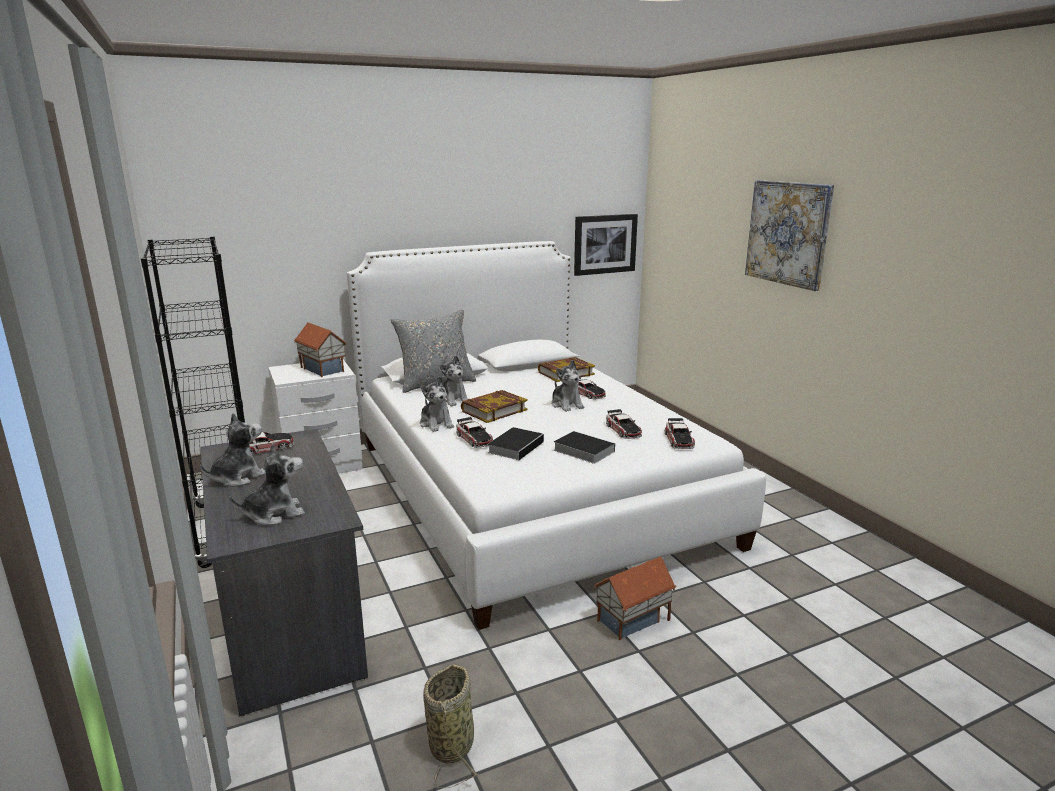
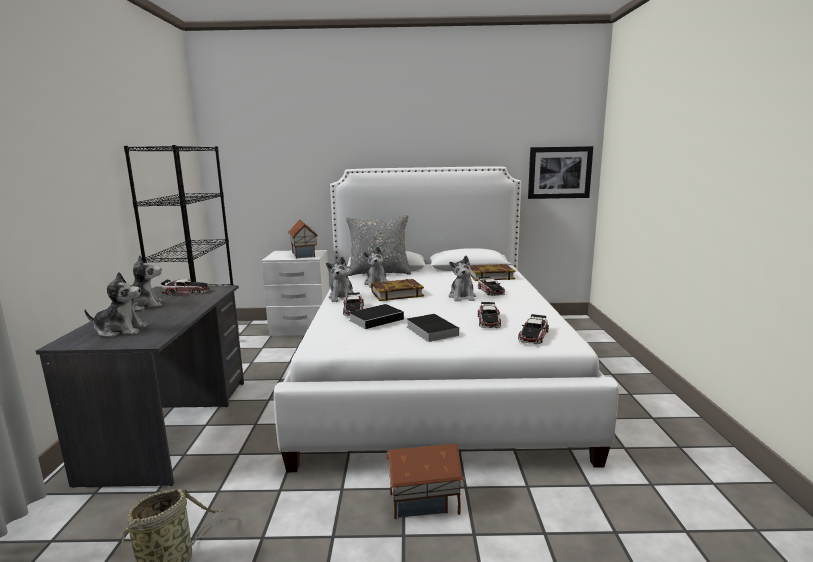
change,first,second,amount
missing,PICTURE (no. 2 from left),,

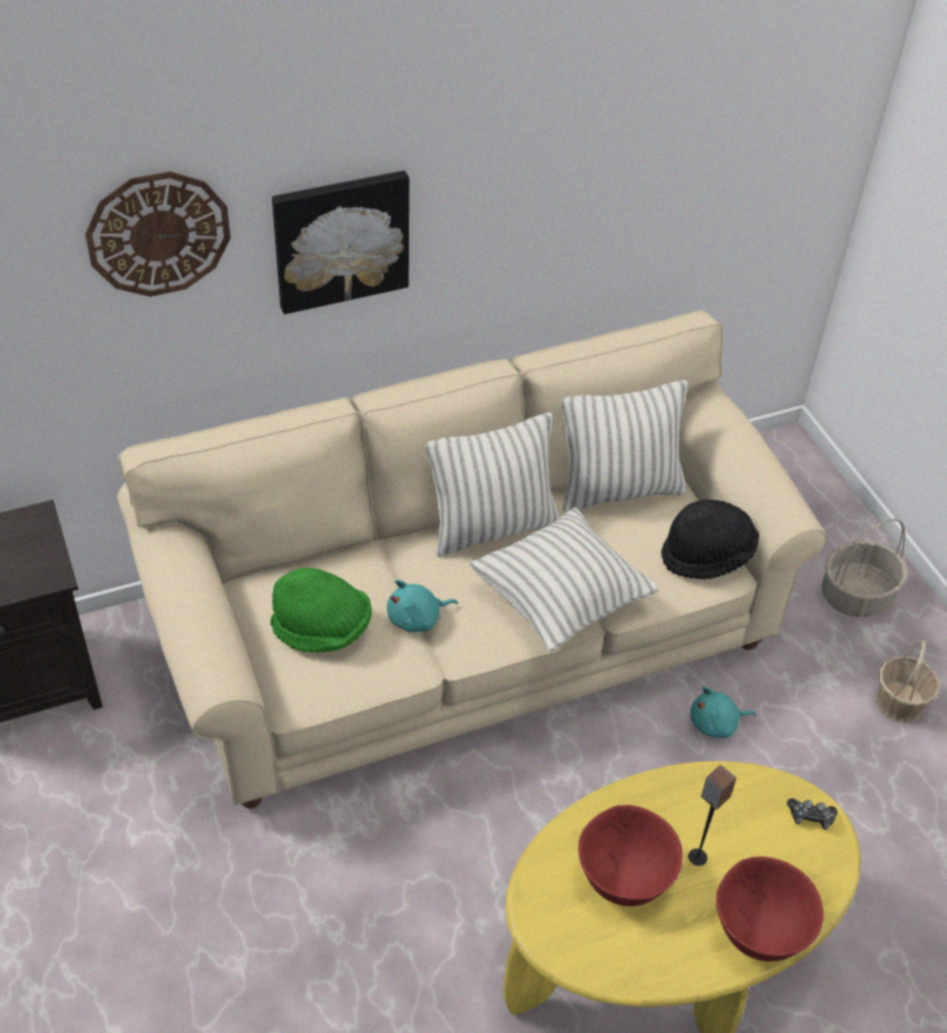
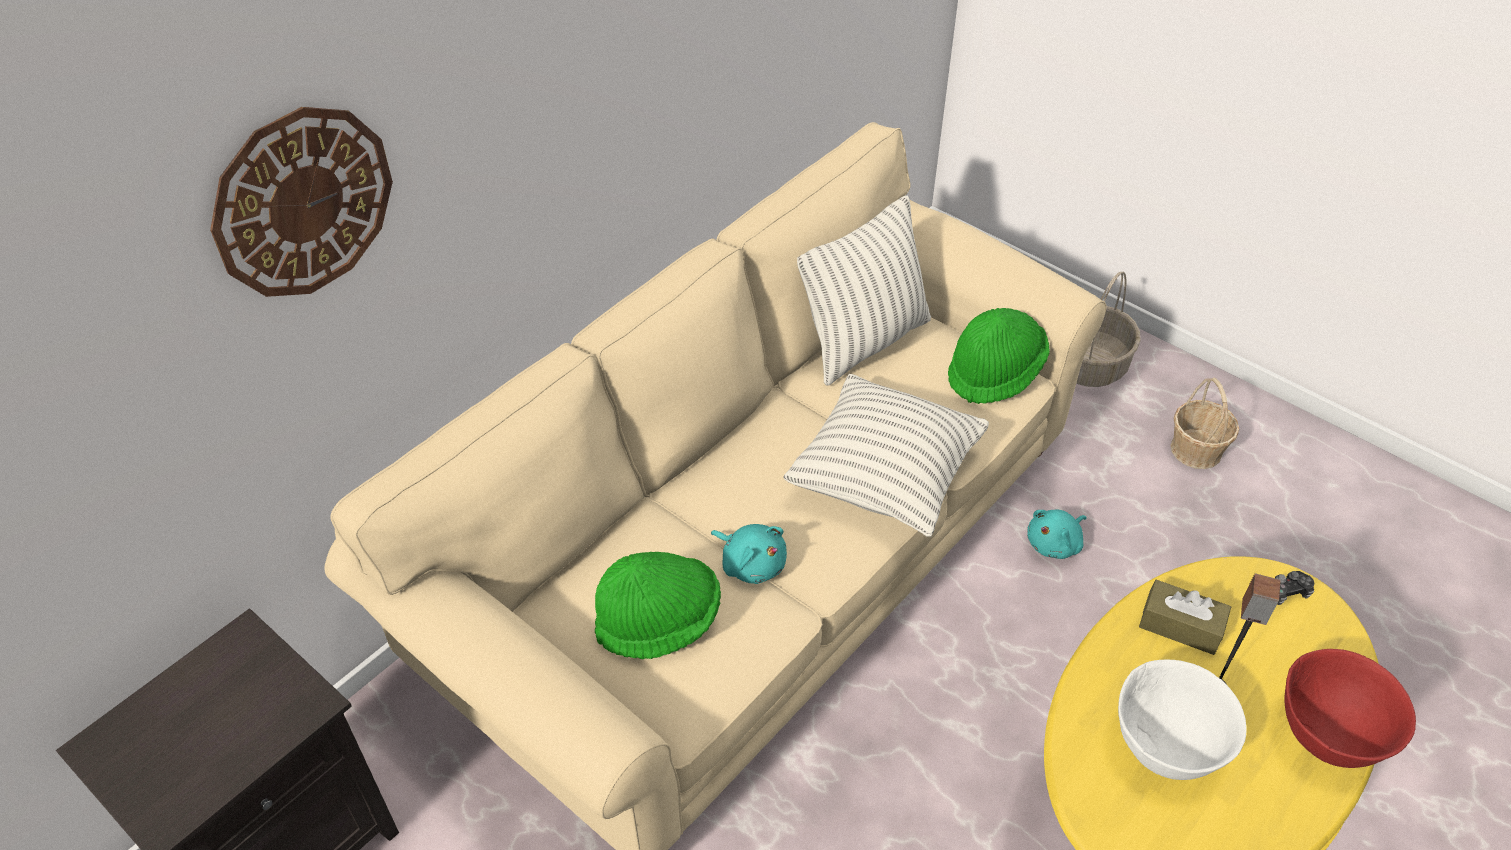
change,first,second,amount
missing,PICTURE,,
spun,TURQUOISE PLUSH TOY (no. 1 from left),,90 degrees counterclockwise
missing,PILLOW (no. 1 from left),,
colour,RED BOWL (no. 1 from left),WHITE BOWL,
colour,BLACK HAT,GREEN HAT (no. 2 from left),
appeared,,BROWN TISSUE BOX,

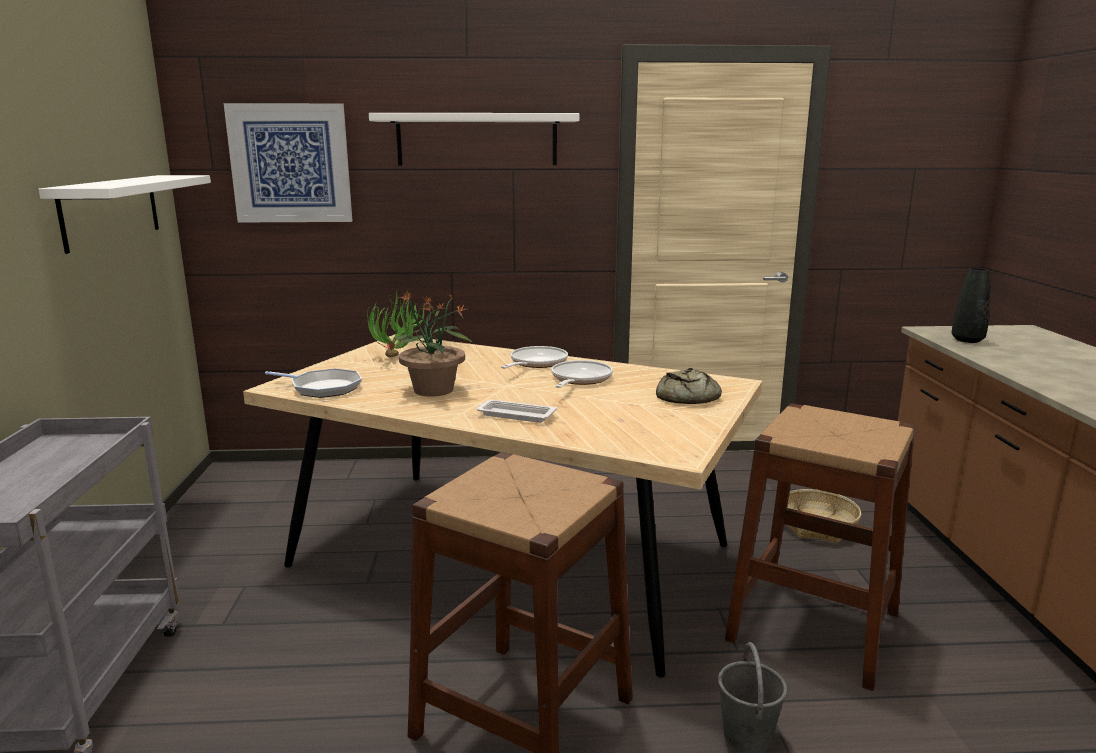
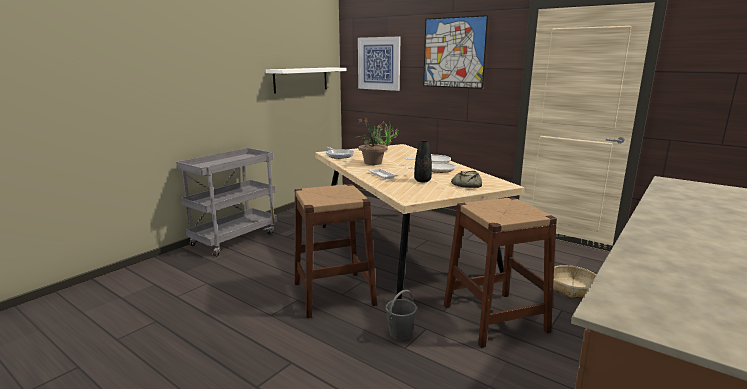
change,first,second,amount
exchanged,WHITE SHELF (no. 2 from left),PICTURE (no. 2 from left),
relocated,BLACK VASE,,

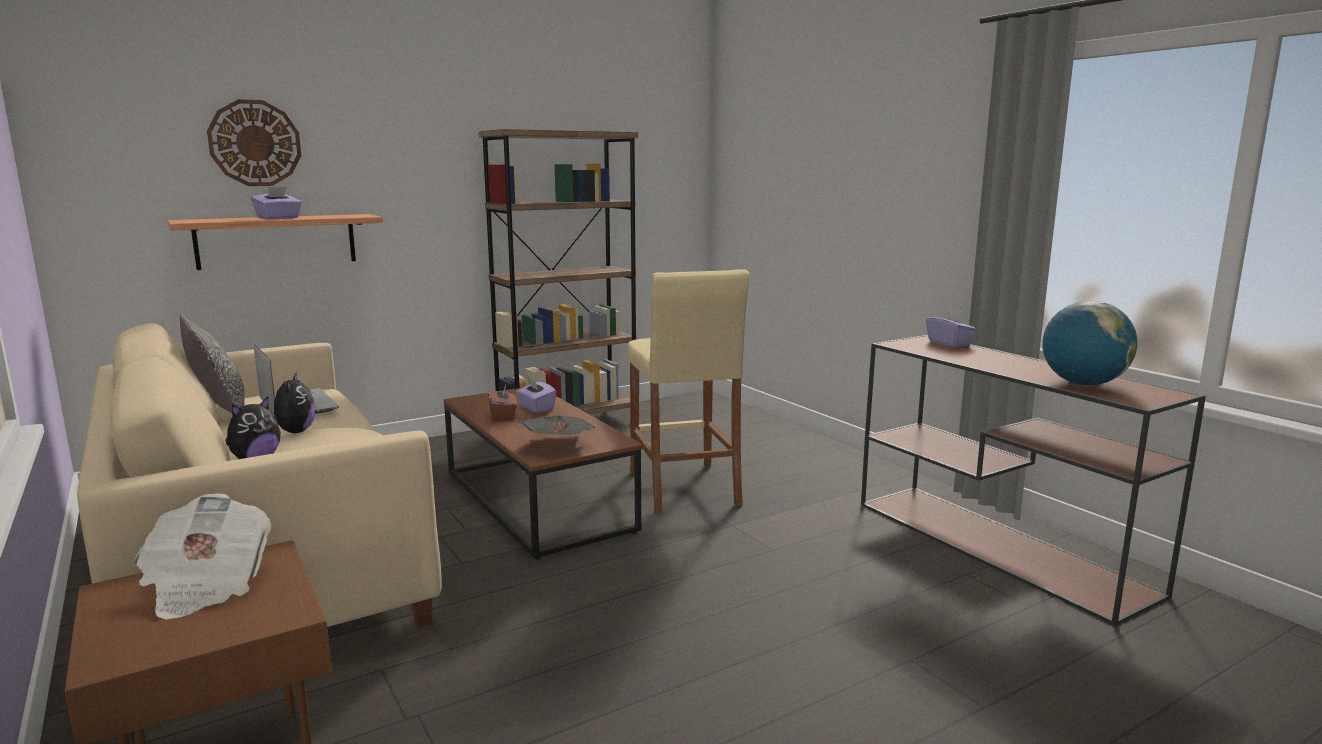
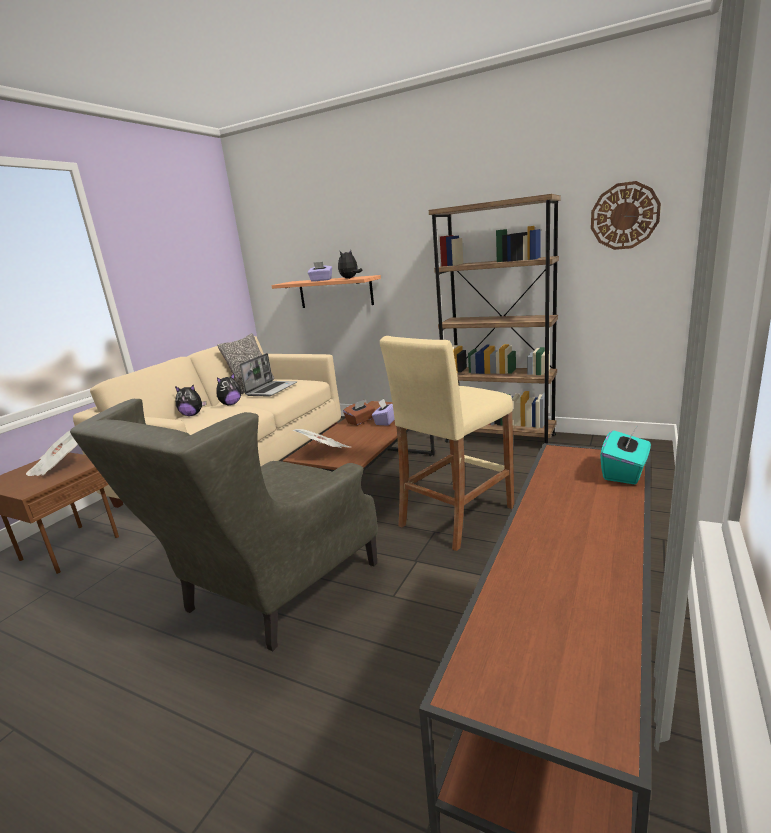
change,first,second,amount
relocated,WALL CLOCK,,
colour,PURPLE TISSUE BOX (no. 3 from left),TURQUOISE TISSUE BOX,
missing,GLOBE,,
appeared,,GREY ARMCHAIR,
appeared,,PLUSH TOY (no. 3 from left),

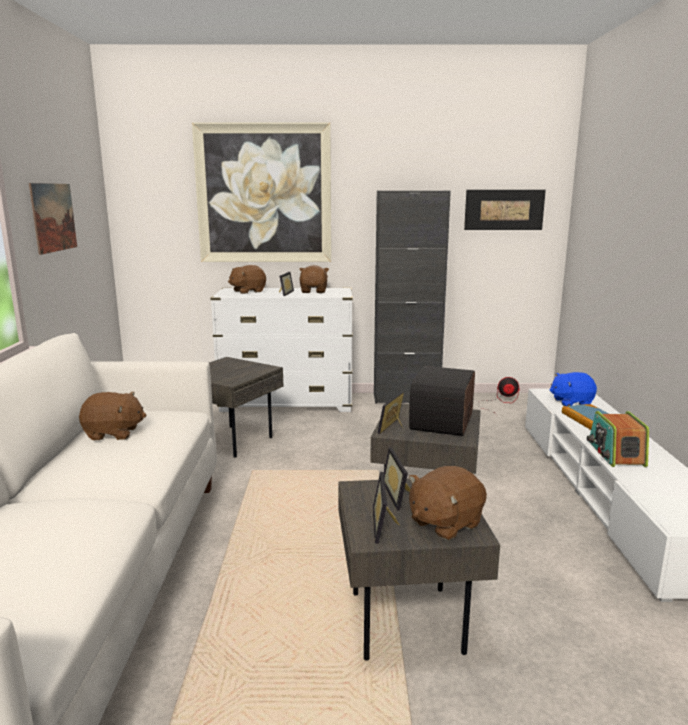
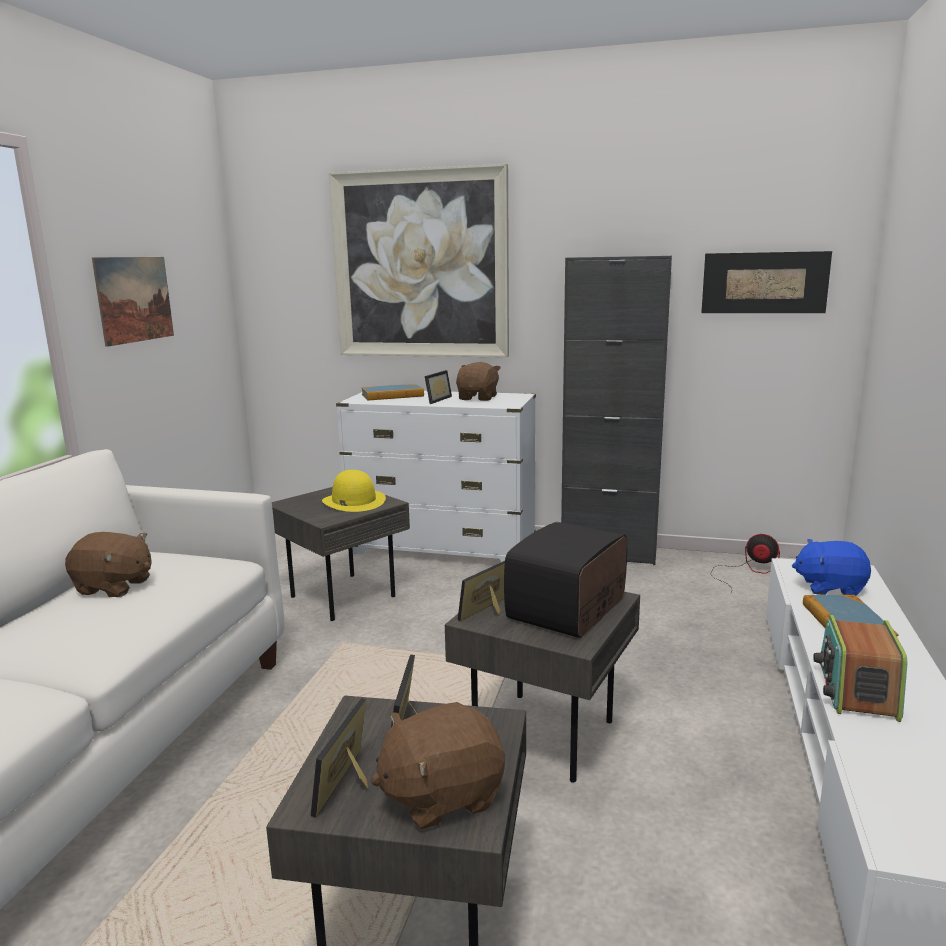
change,first,second,amount
exchanged,BROWN PLUSH TOY (no. 2 from left),BOOK (no. 1 from left),
appeared,,YELLOW HAT,

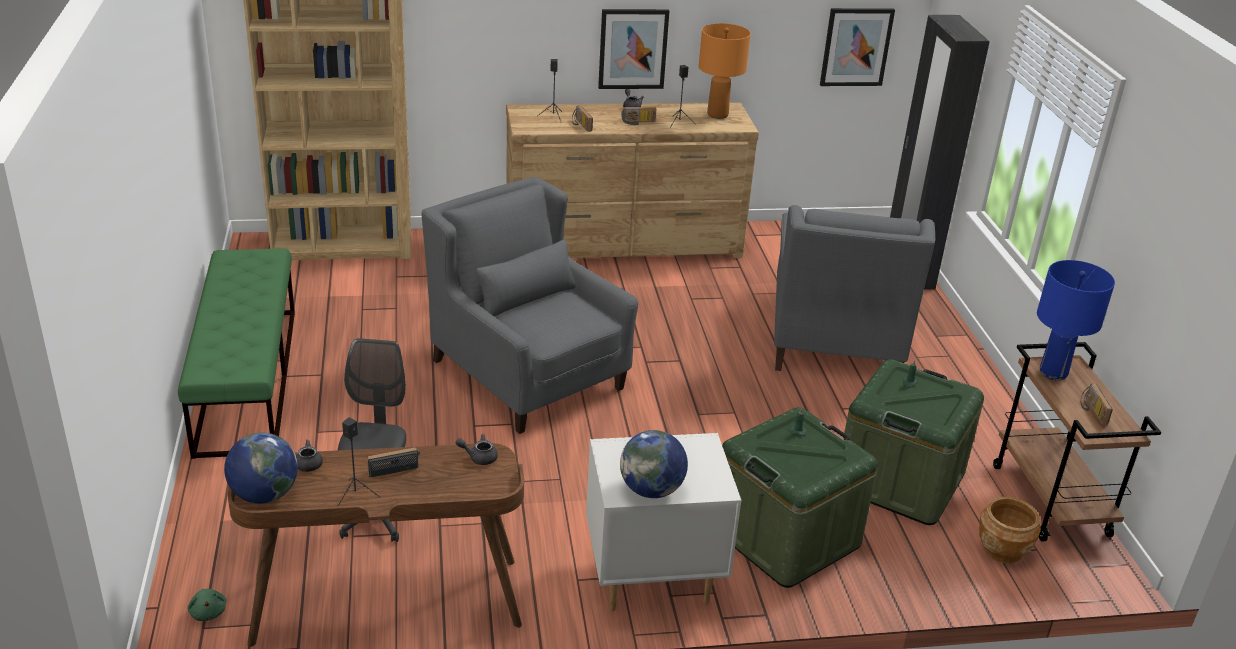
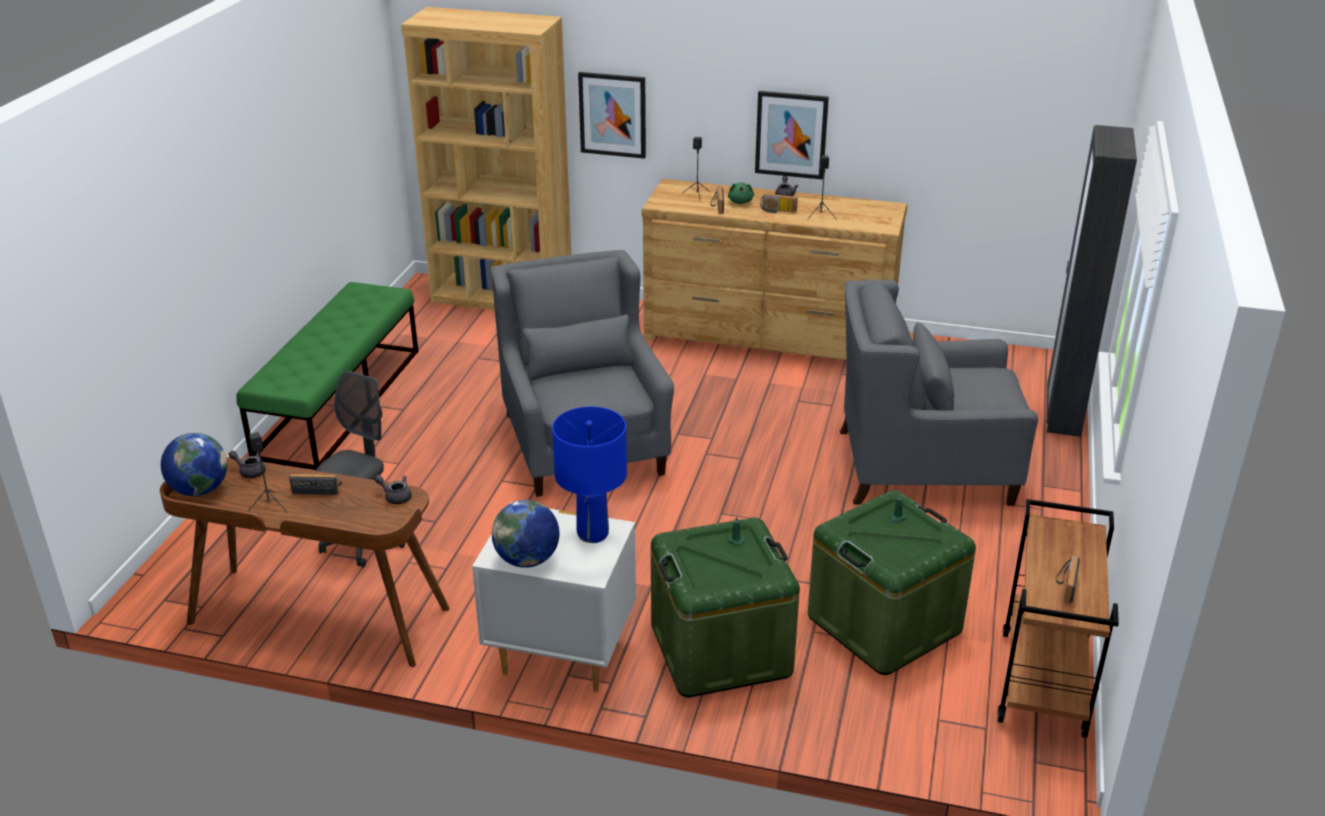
change,first,second,amount
relocated,GREEN PLUSH TOY,,
missing,ORANGE TABLE LAMP,,
spun,GREY ARMCHAIR (no. 2 from left),,60 degrees clockwise
relocated,PICTURE (no. 2 from left in the first image),PICTURE (no. 1 from left),
missing,BROWN PLANTER,,
relocated,BLUE TABLE LAMP,,

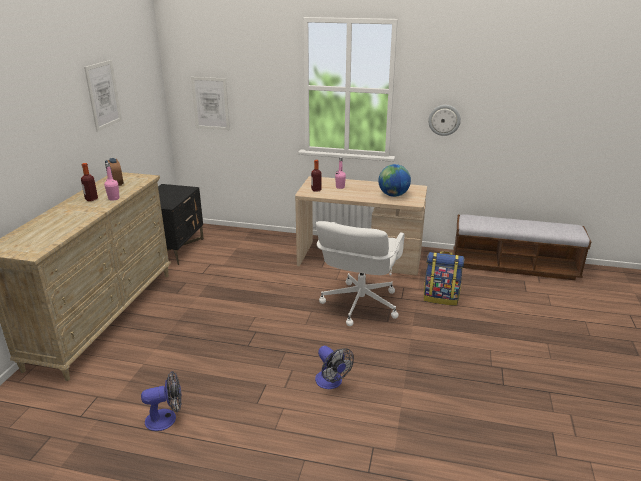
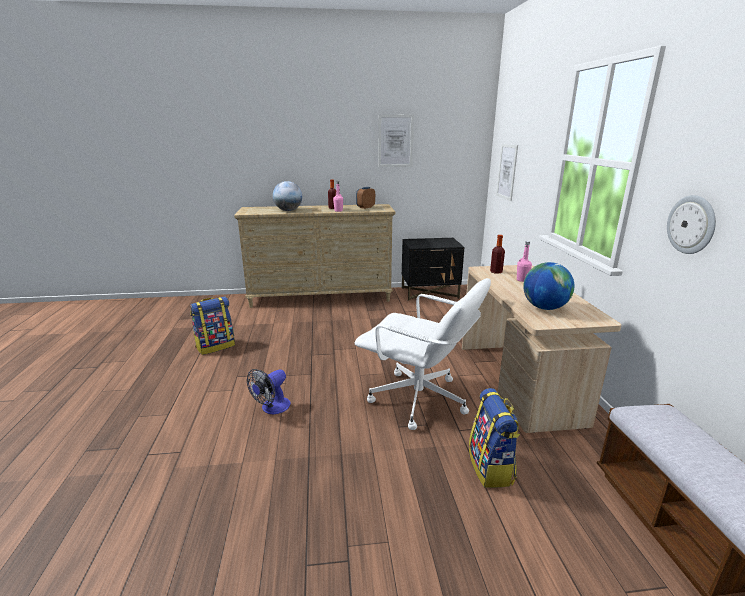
change,first,second,amount
exchanged,FAN (no. 1 from left),BACKPACK (no. 1 from left),
spun,WHITE OFFICE CHAIR,,150 degrees counterclockwise
appeared,,GLOBE (no. 1 from left),

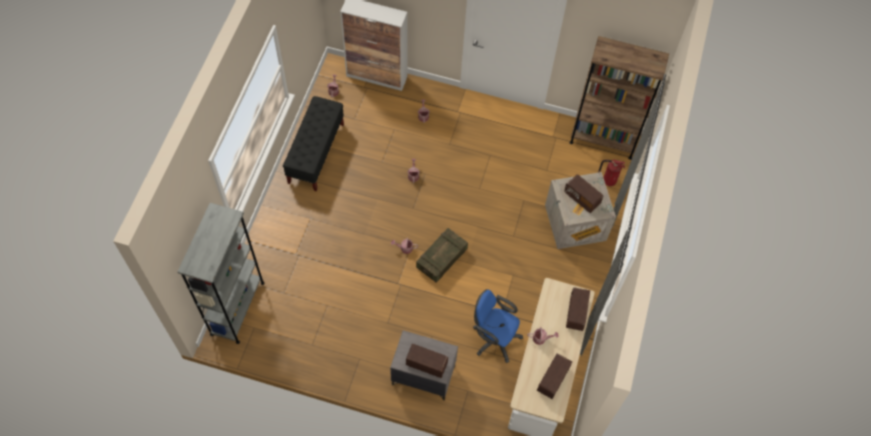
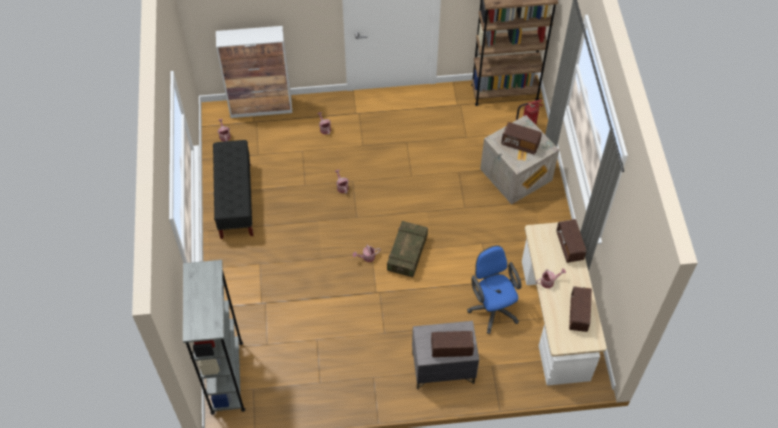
change,first,second,amount
spun,BLUE OFFICE CHAIR,,60 degrees clockwise

